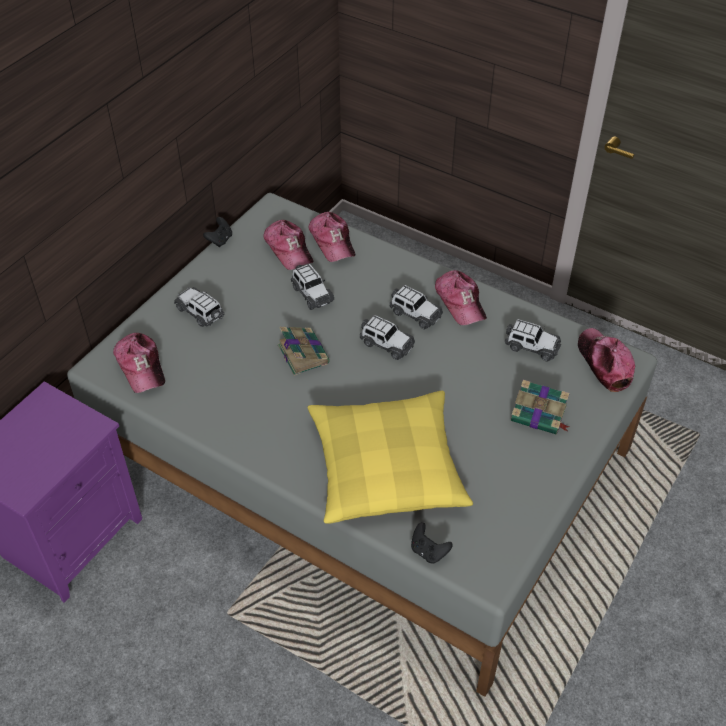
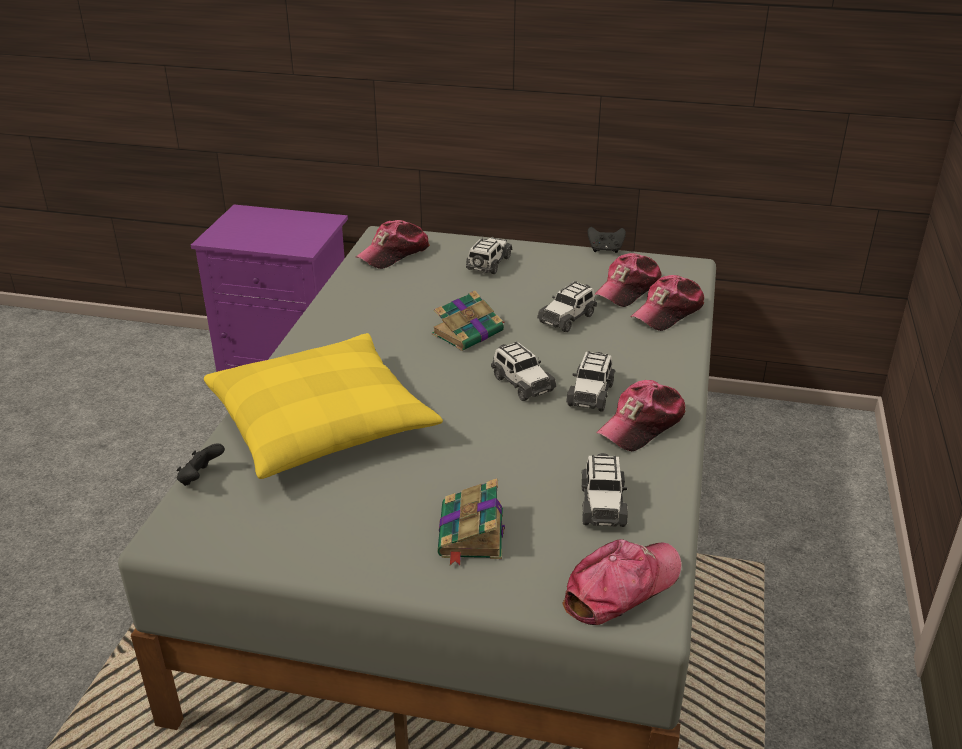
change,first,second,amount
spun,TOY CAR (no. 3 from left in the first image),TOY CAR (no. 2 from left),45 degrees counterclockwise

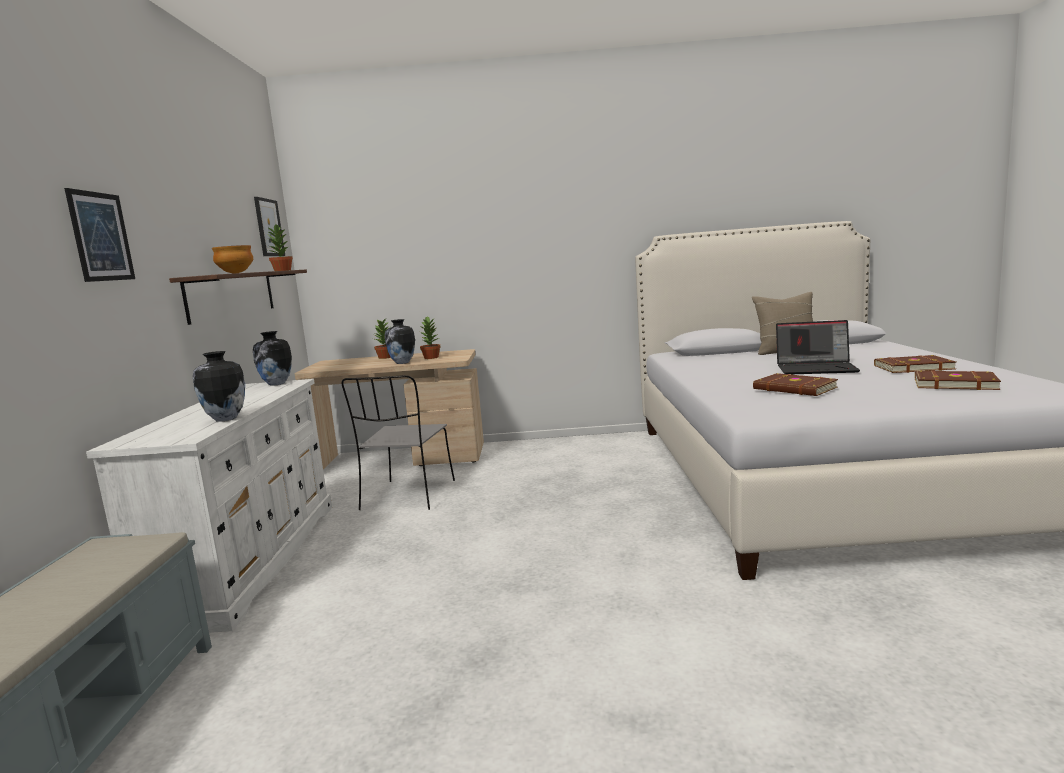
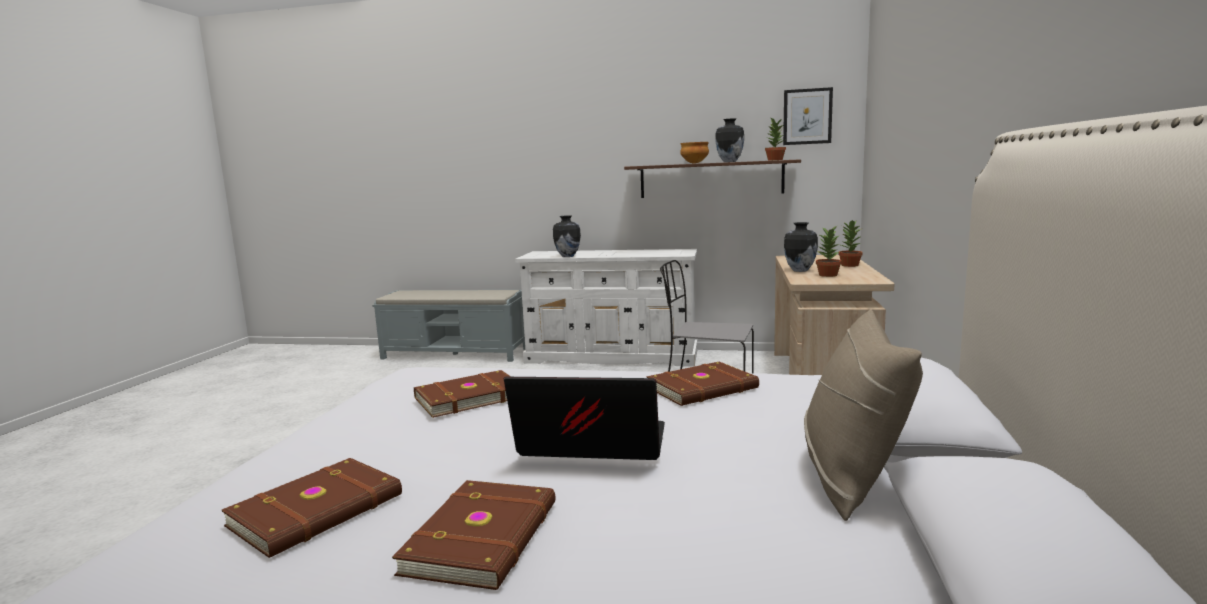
change,first,second,amount
missing,PICTURE (no. 1 from left),,
relocated,VASE (no. 2 from left),,
spun,LAPTOP,,75 degrees clockwise
appeared,,BROWN BOOK (no. 4 from left),

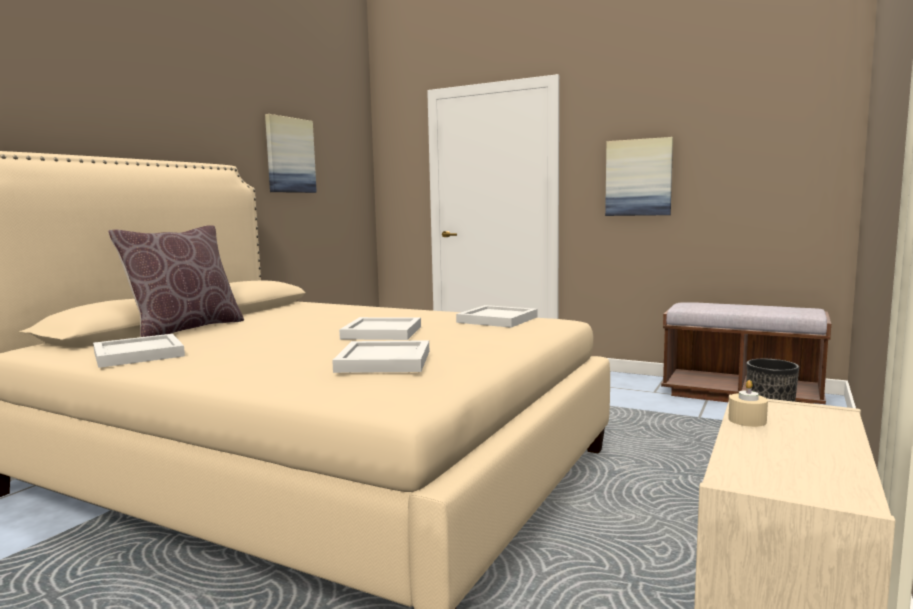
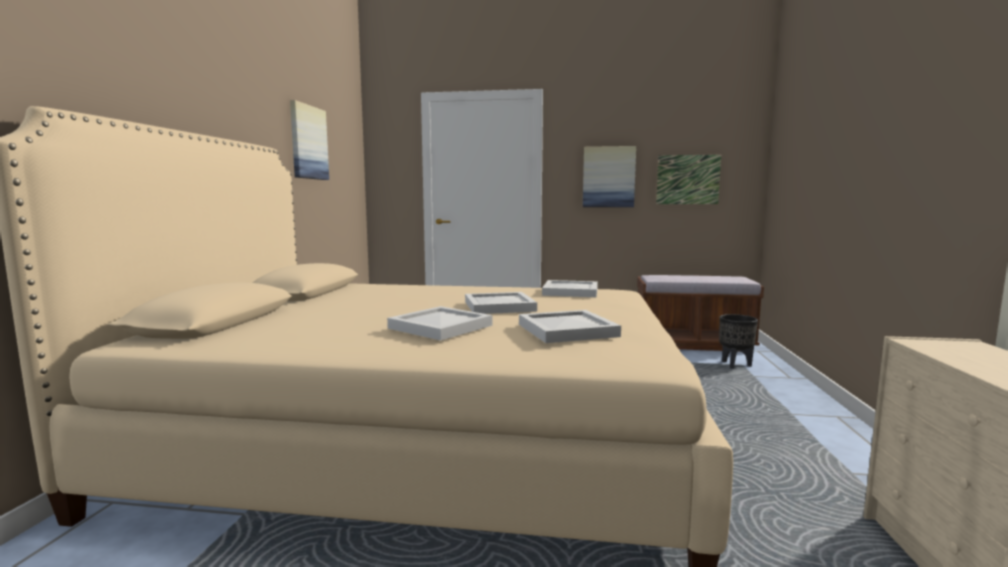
change,first,second,amount
relocated,WHITE TRAY (no. 1 from left),,
missing,BROWN PILLOW,,
missing,BEIGE CANDLE,,
appeared,,PICTURE (no. 3 from left),

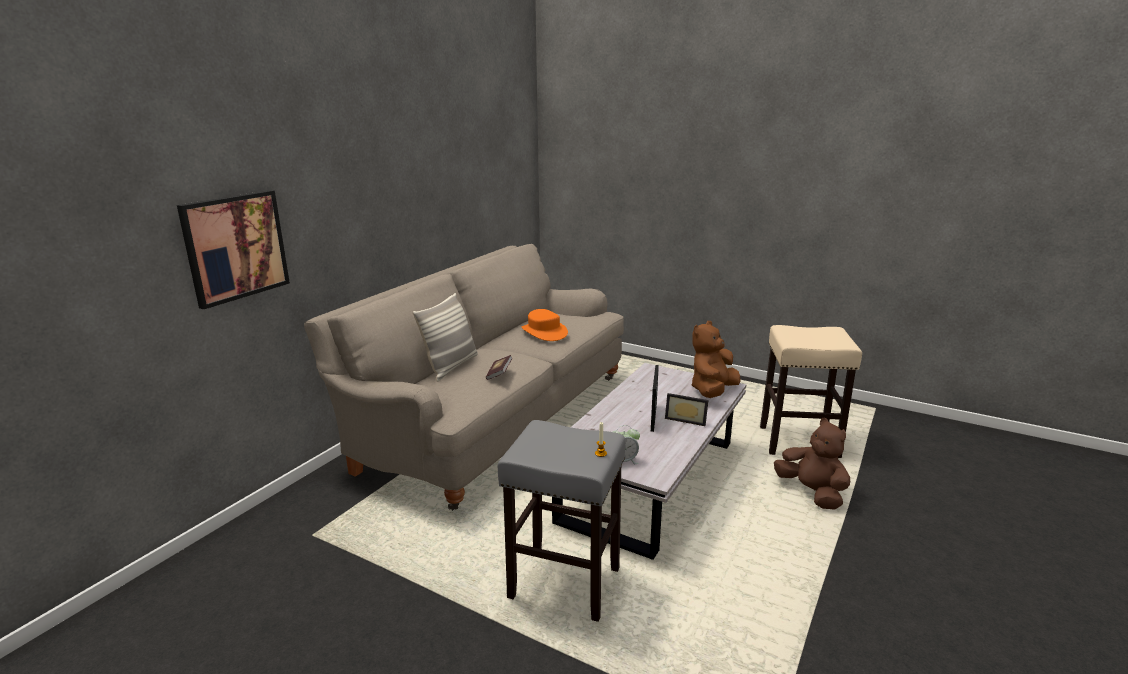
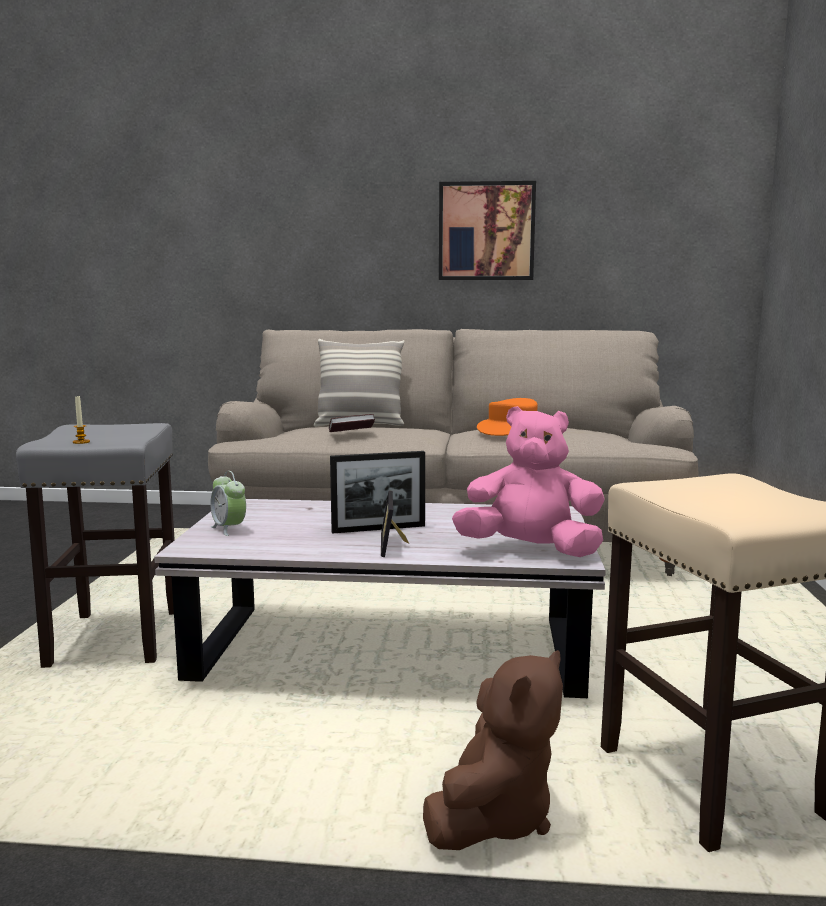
change,first,second,amount
relocated,PICTURE,,
colour,BROWN PLUSH TOY (no. 1 from left),PINK PLUSH TOY,

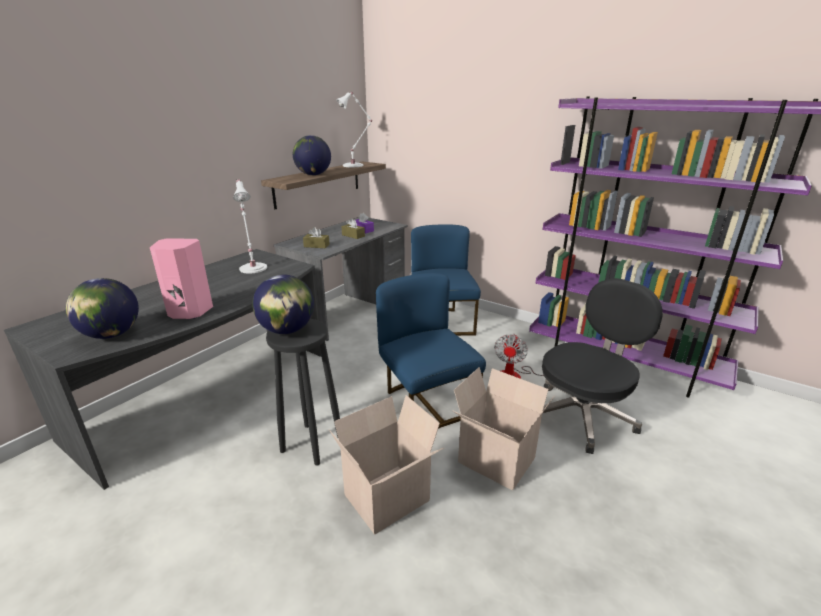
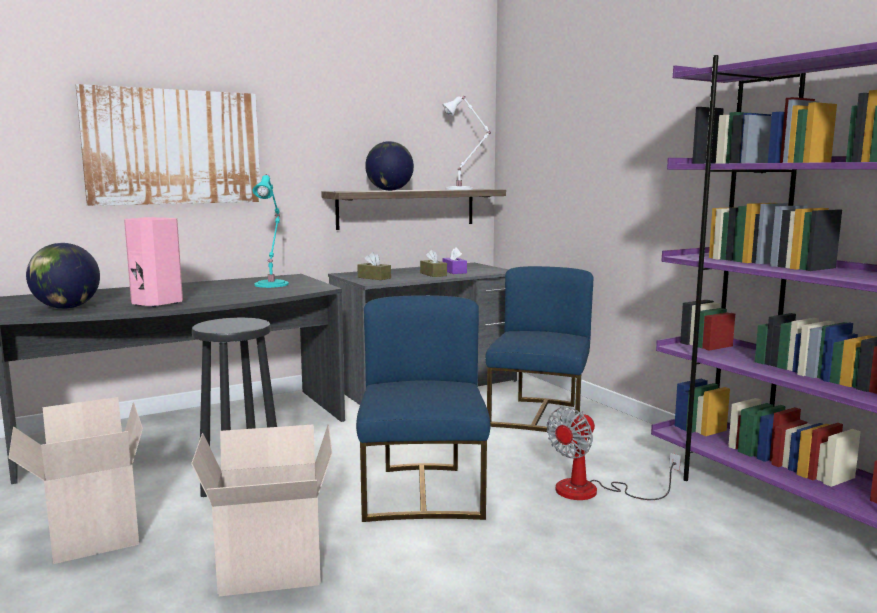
change,first,second,amount
colour,WHITE TABLE LAMP (no. 1 from left),TURQUOISE TABLE LAMP,
missing,GLOBE (no. 2 from left),,
relocated,CARDBOARD BOX (no. 2 from left in the first image),CARDBOARD BOX (no. 1 from left),
missing,BLACK OFFICE CHAIR,,
appeared,,PICTURE,

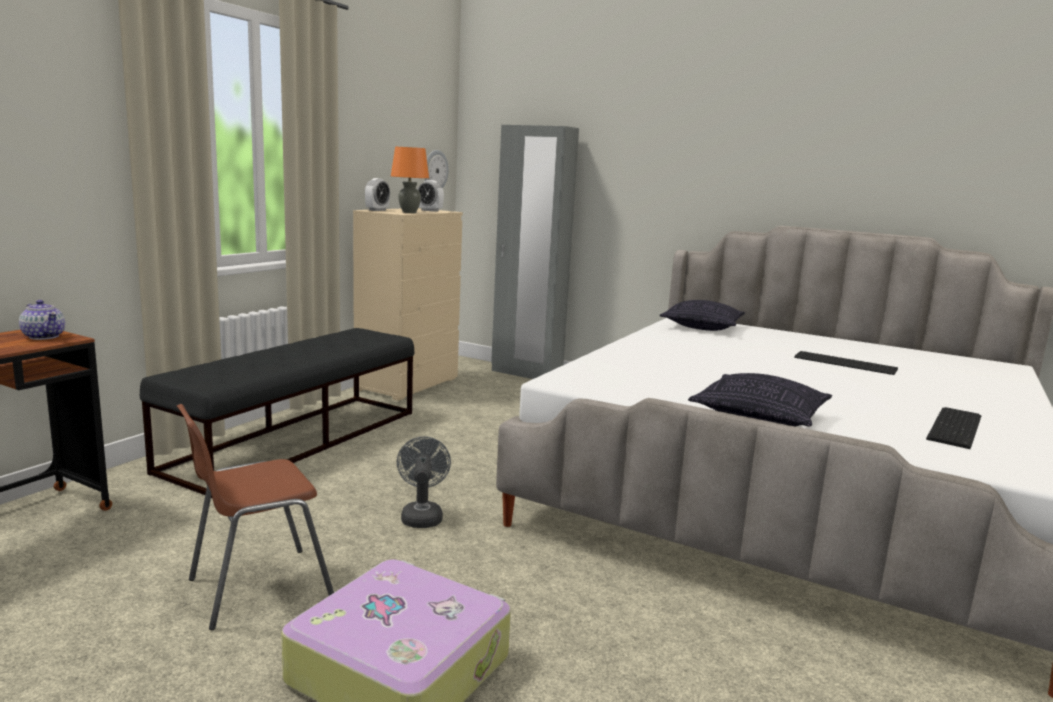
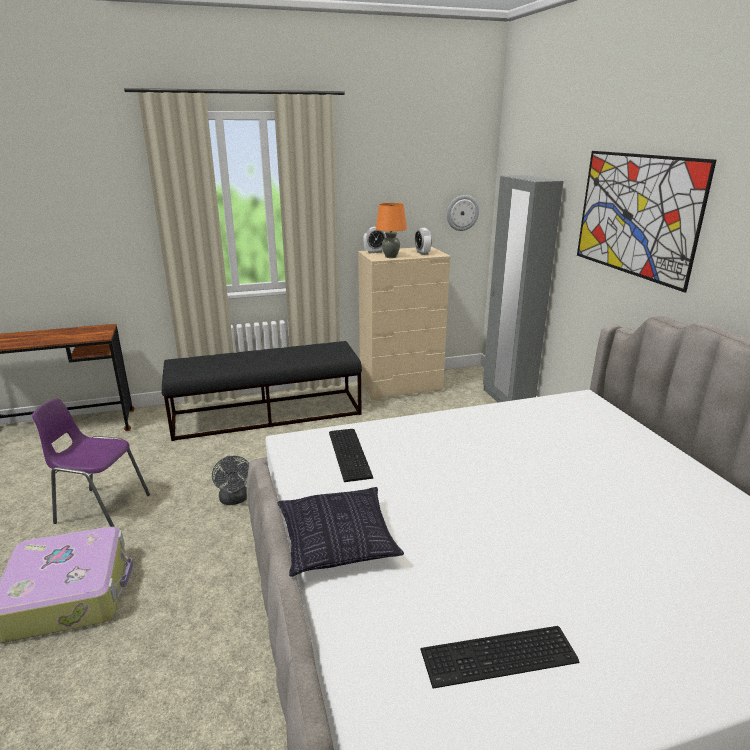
change,first,second,amount
missing,TEAPOT,,
colour,BROWN CHAIR,PURPLE CHAIR,
spun,GREY FAN,,120 degrees clockwise
missing,PILLOW (no. 1 from left),,
relocated,KEYBOARD (no. 1 from left),,
appeared,,PICTURE,

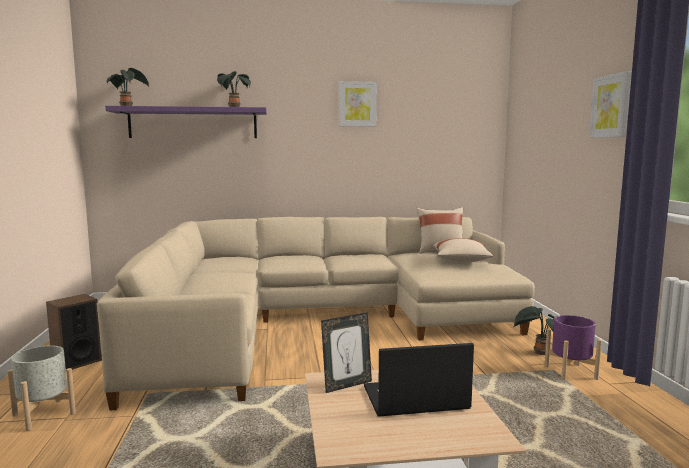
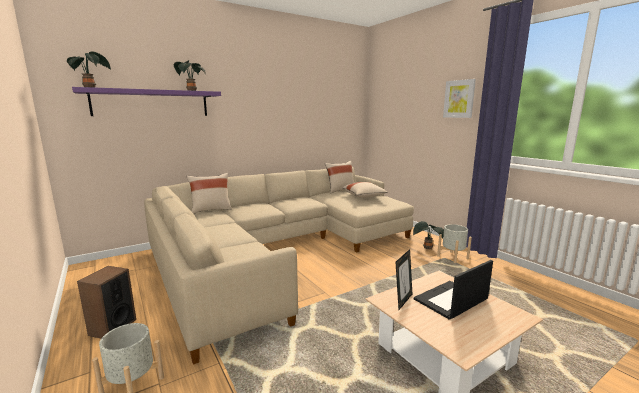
change,first,second,amount
missing,PICTURE (no. 1 from left),,
colour,PURPLE PLANTER,GREY PLANTER (no. 2 from left),
appeared,,BEIGE PILLOW (no. 1 from left),

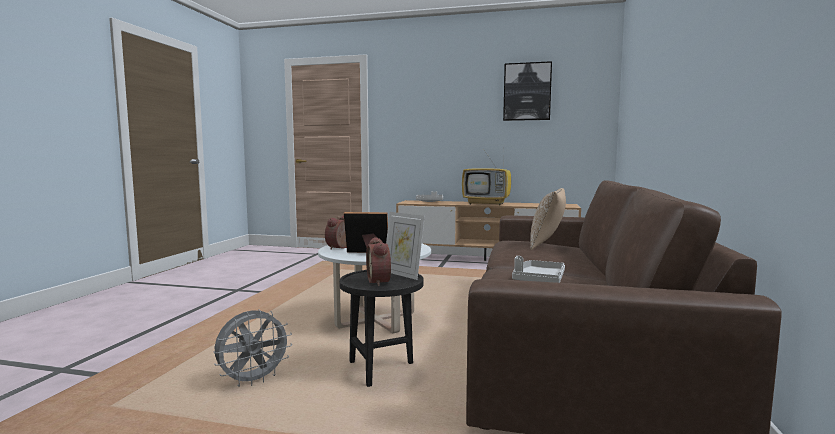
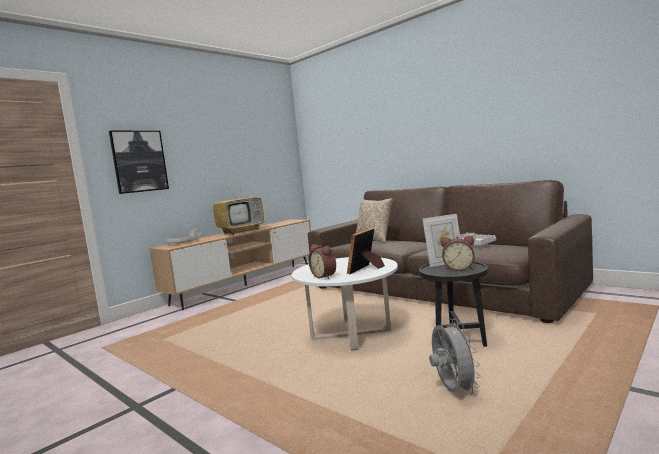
change,first,second,amount
relocated,PICTURE,,

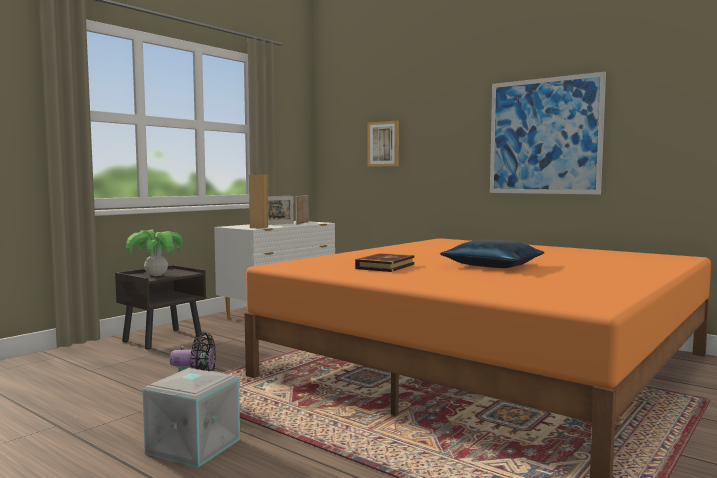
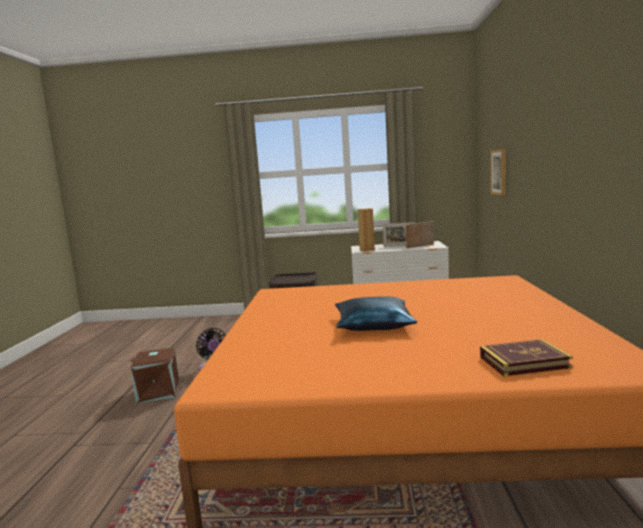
change,first,second,amount
missing,POTTED PLANT,,
colour,GREY STORAGE BOX,BROWN STORAGE BOX,
relocated,BOOK,,
missing,PICTURE (no. 2 from left),,

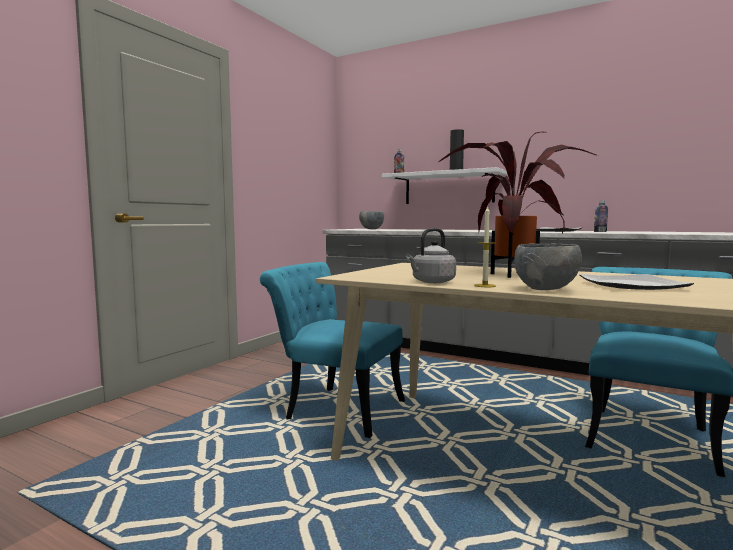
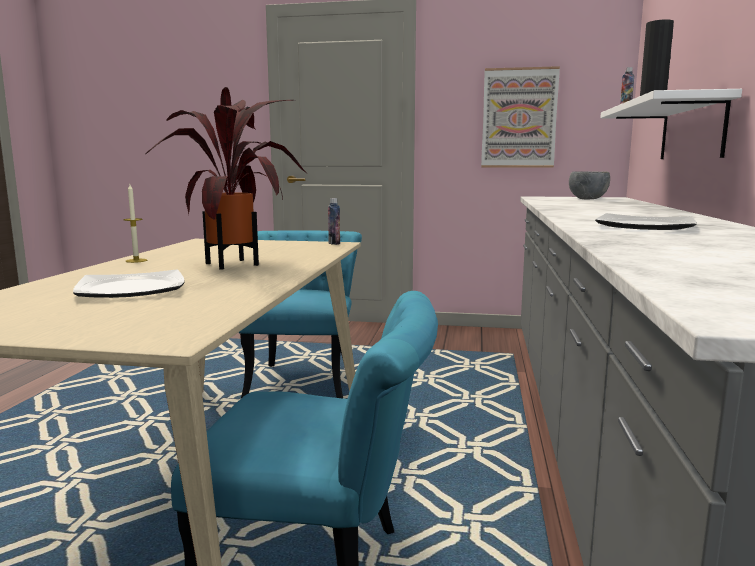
change,first,second,amount
missing,GREY KETTLE,,
missing,GREY BOWL (no. 2 from left),,
relocated,BOTTLE (no. 2 from left in the first image),BOTTLE (no. 1 from left),
appeared,,PICTURE,

